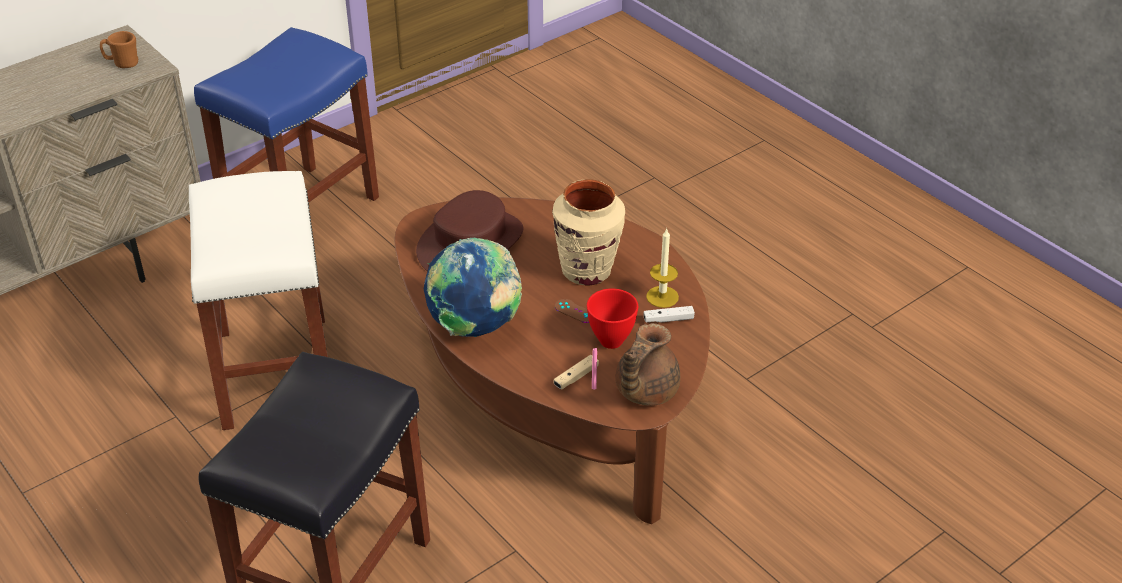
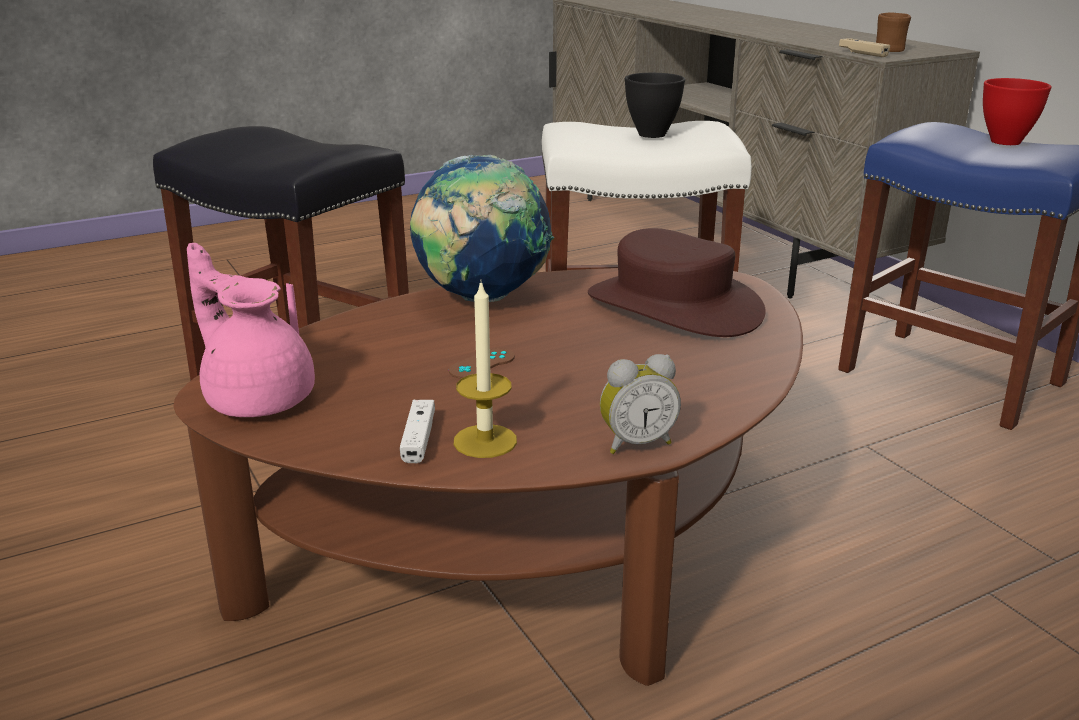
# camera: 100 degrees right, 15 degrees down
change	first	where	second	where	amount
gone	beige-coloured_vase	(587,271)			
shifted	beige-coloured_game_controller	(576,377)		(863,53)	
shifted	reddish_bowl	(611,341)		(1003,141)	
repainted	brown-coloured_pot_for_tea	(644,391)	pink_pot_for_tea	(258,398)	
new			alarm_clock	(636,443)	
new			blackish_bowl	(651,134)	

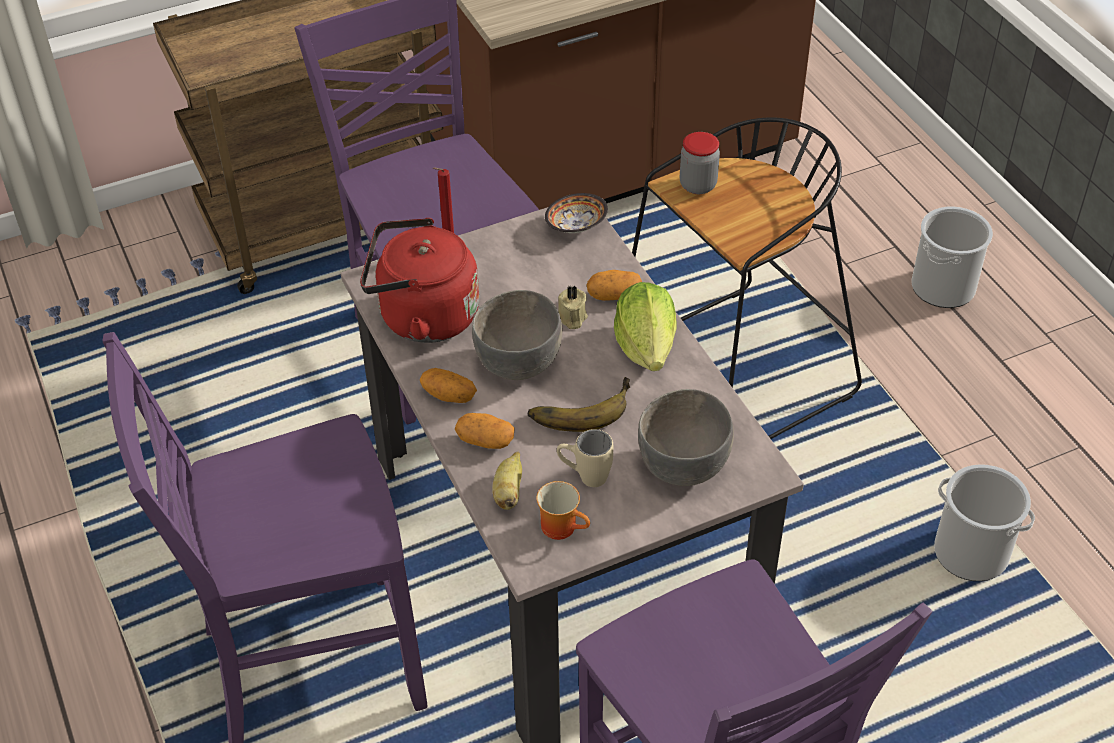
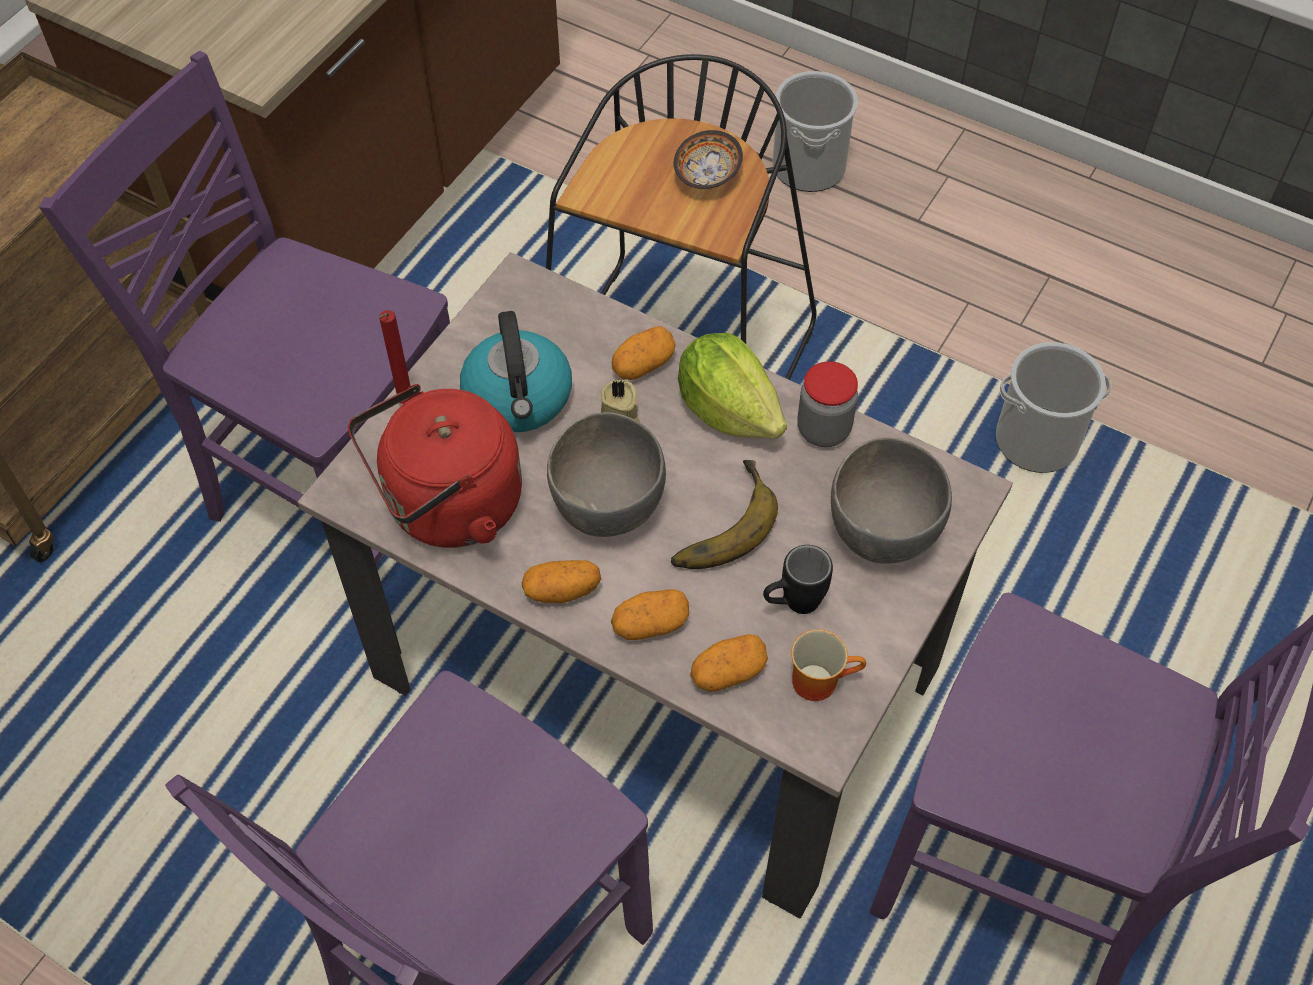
# camera: 35 degrees left, 10 degrees up
change	first	where	second	where	amount
swapped	banana	(508,492)	potato	(728,672)	
shifted	bowl	(578,226)		(709,174)	
repainted	beige-coloured_mug	(584,476)	blackish_mug	(792,604)	
shifted	storage_jar	(698,185)		(823,429)	
new			tea_kettle	(519,398)	

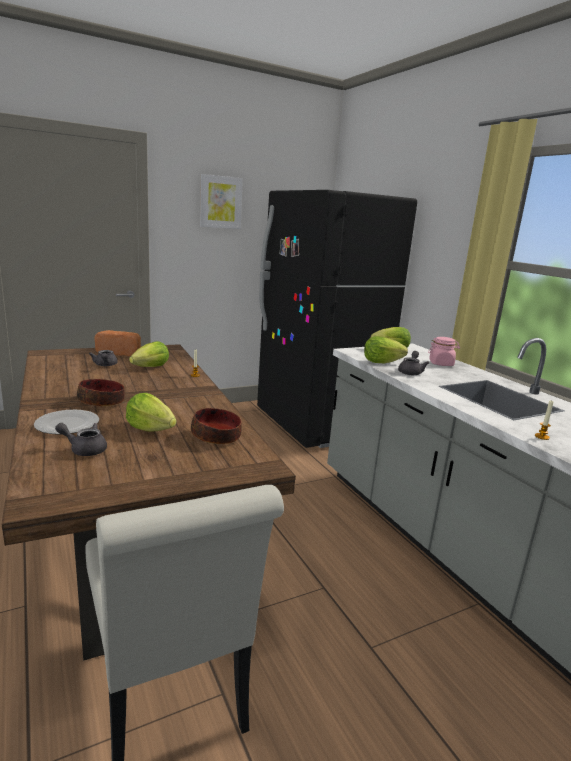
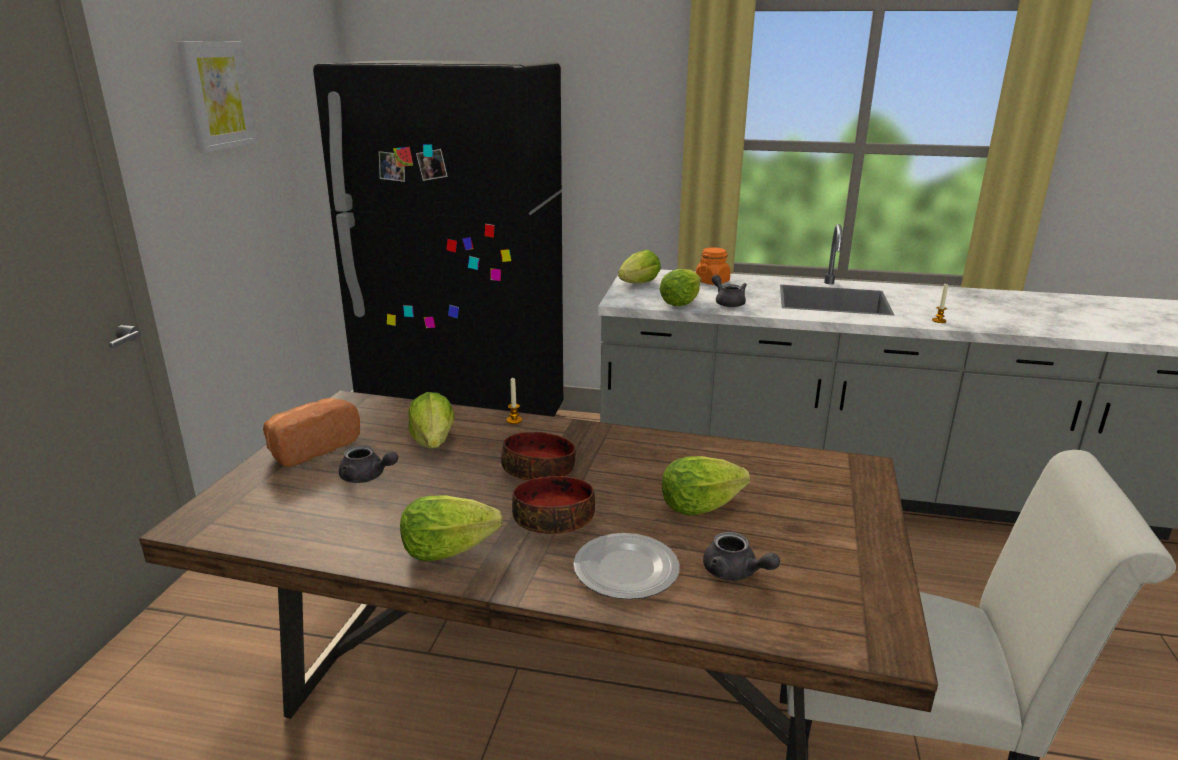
# camera: 50 degrees left, 5 degrees up
change	first	where	second	where	amount
rotated	gray_pot_for_tea	(84,449)		(735,573)	90 degrees counterclockwise
shifted	bowl	(216,437)		(539,471)	
repainted	pink_storage_jar	(441,364)	orangey_storage_jar	(712,282)	
new			head_of_lettuce	(447,550)	

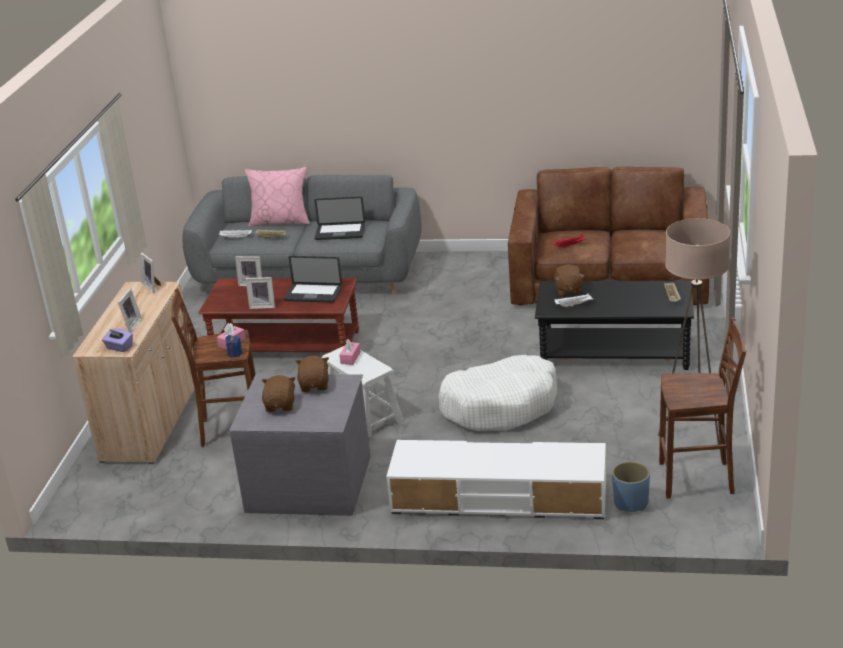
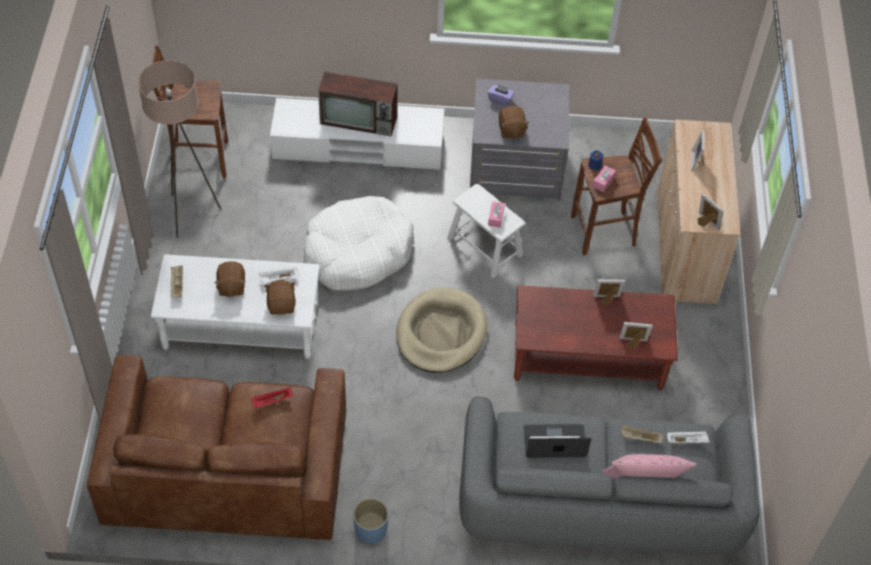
# camera: 170 degrees right, 25 degrees up
change	first	where	second	where	amount
shifted	purple_tissue_holder	(119,347)		(500,99)	
shifted	brown-coloured_cuddly_toy	(281,405)		(231,286)	
gone	notebook_computer	(313,294)			
repainted	blackish_low_table	(615,353)	white-coloured_low_table	(240,326)	
shifted	blue_plant_pot	(631,503)		(370,530)	
new			TV_set	(360,120)	
new			beige-coloured_dog_bed	(440,333)	

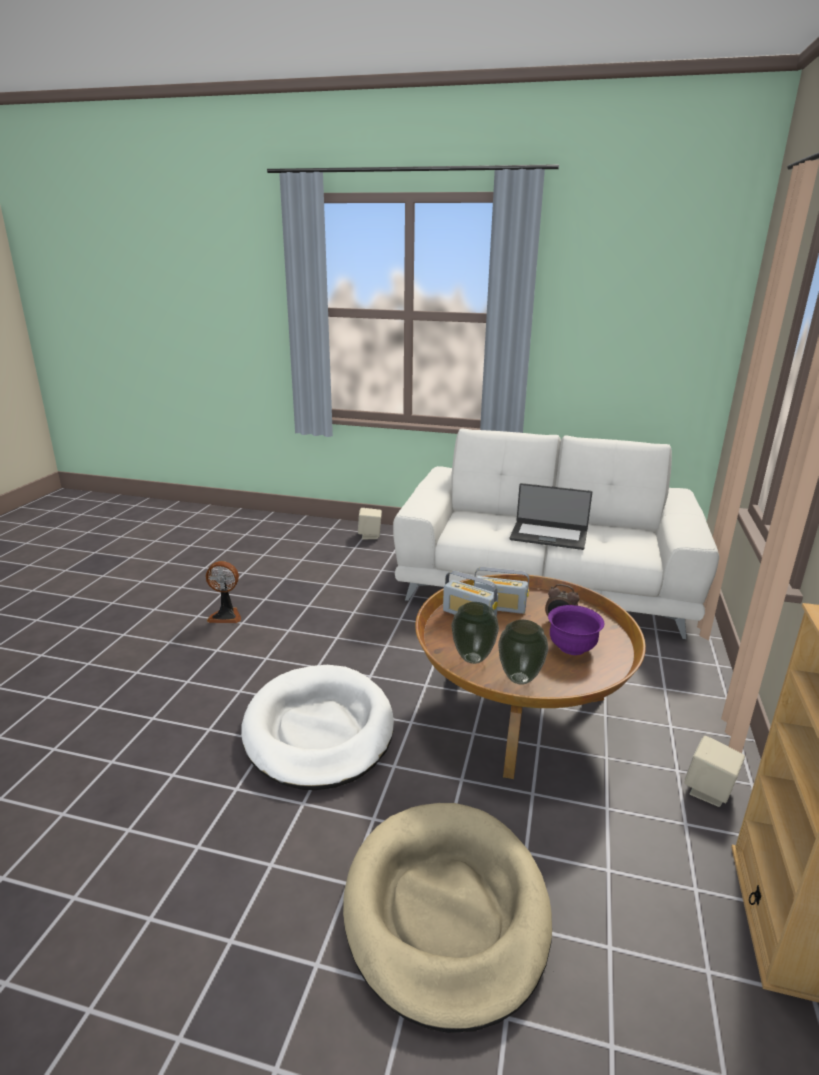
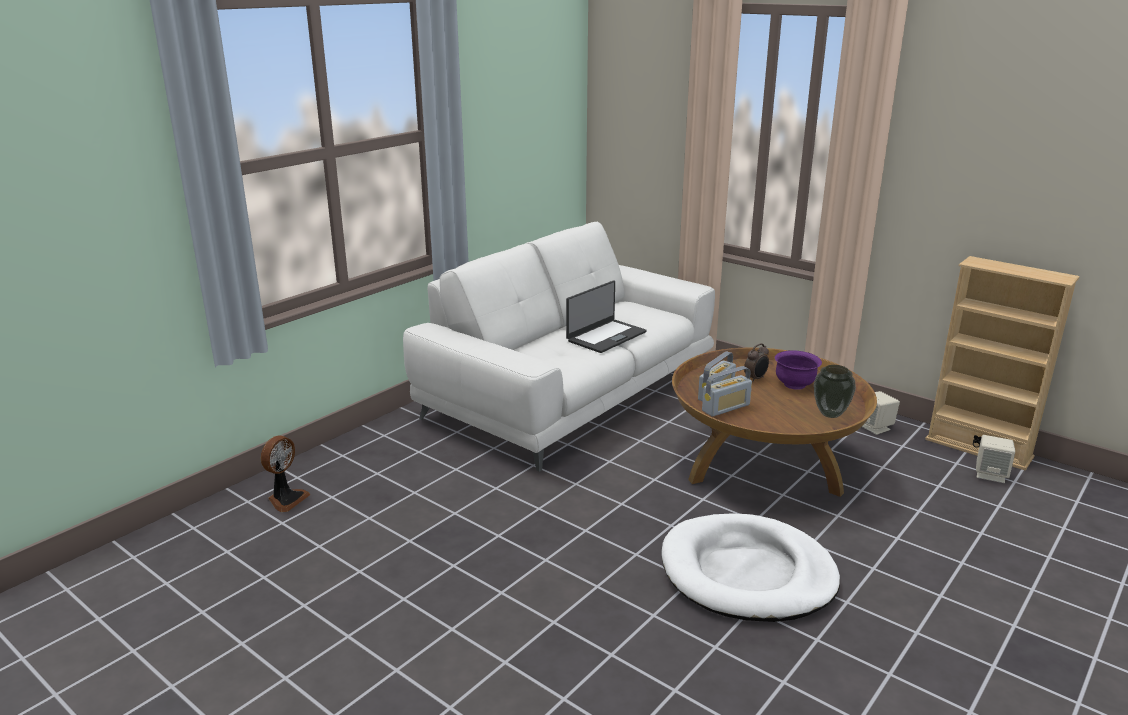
# camera: 65 degrees left, 0 degrees up
change	first	where	second	where	amount
shifted	fan	(226,616)		(286,499)	
gone	beige-coloured_dog_bed	(446,912)			
shifted	beige-coloured_loudspeaker	(370,535)		(991,475)	
gone	vase	(472,658)			

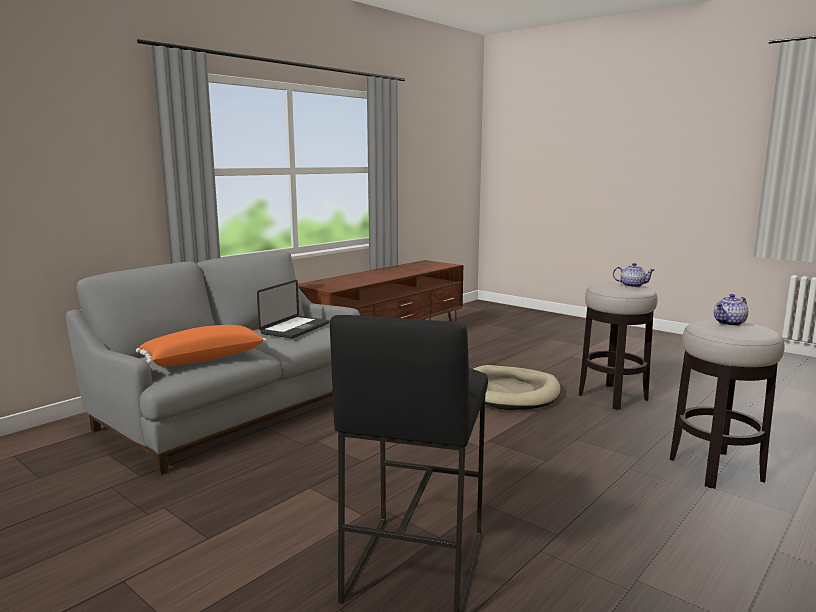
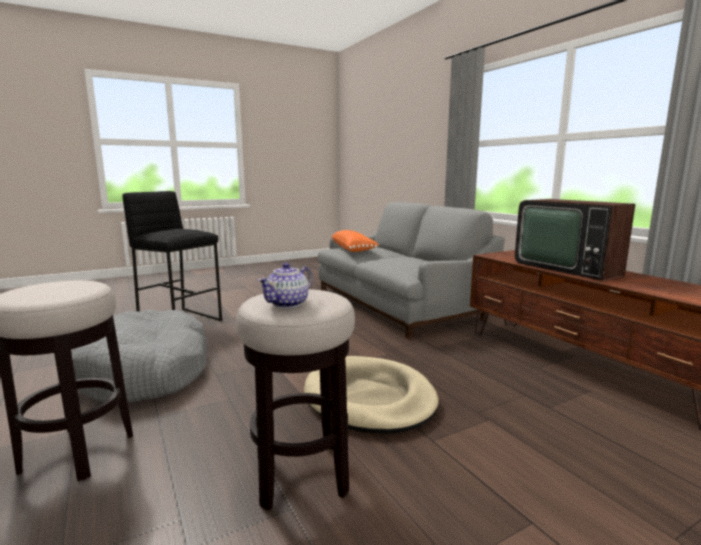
# camera: 110 degrees right, 0 degrees up
change	first	where	second	where	amount
gone	notebook_computer	(295,328)			
gone	pot_for_tea	(730,323)			
new			gray_dog_bed	(147,372)	
new			TV_set	(568,267)	

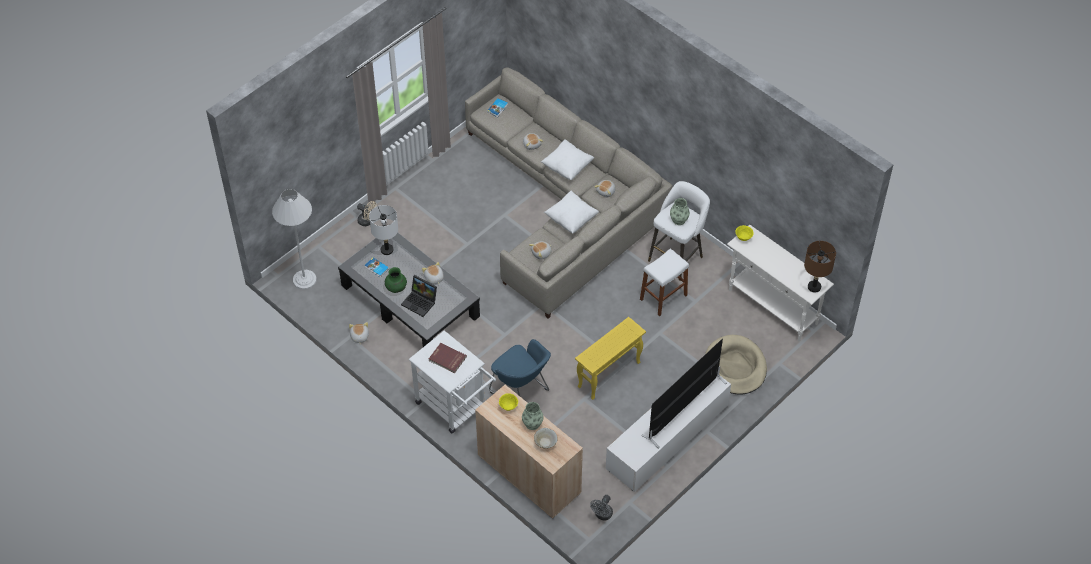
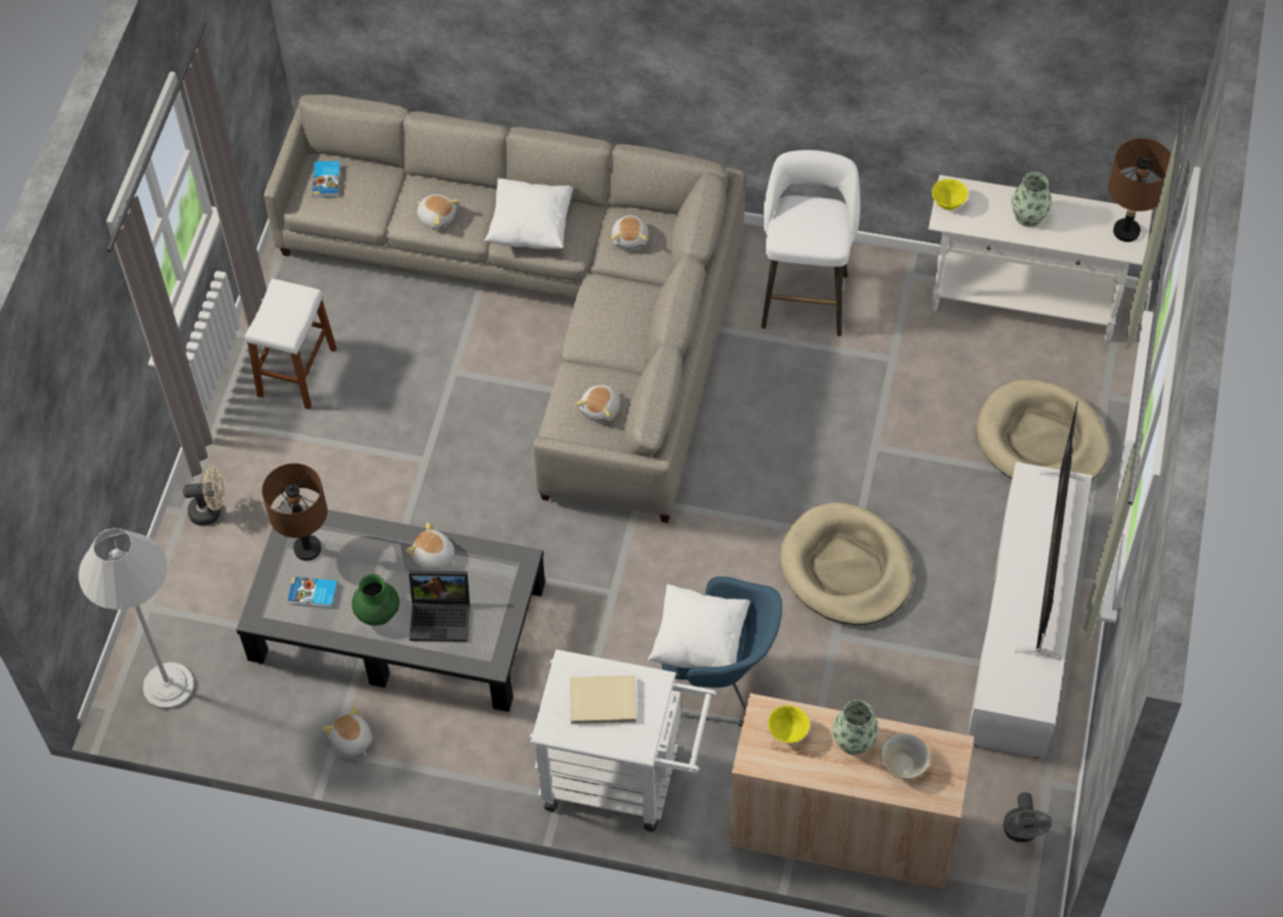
# camera: 30 degrees left, 5 degrees up
change	first	where	second	where	amount
repainted	white-coloured_lamp_for_a_table	(386,250)	brown-coloured_lamp_for_a_table	(307,549)	
repainted	reddish_bound_book	(447,359)	beige-coloured_bound_book	(603,702)	
shifted	white-coloured_pillow	(571,219)		(699,642)	
swapped	yellowish_side_table	(609,375)	beige-coloured_dog_bed	(846,568)	
shifted	white-coloured_stool	(663,297)		(297,372)	
shifted	vase	(679,220)		(1029,216)	

